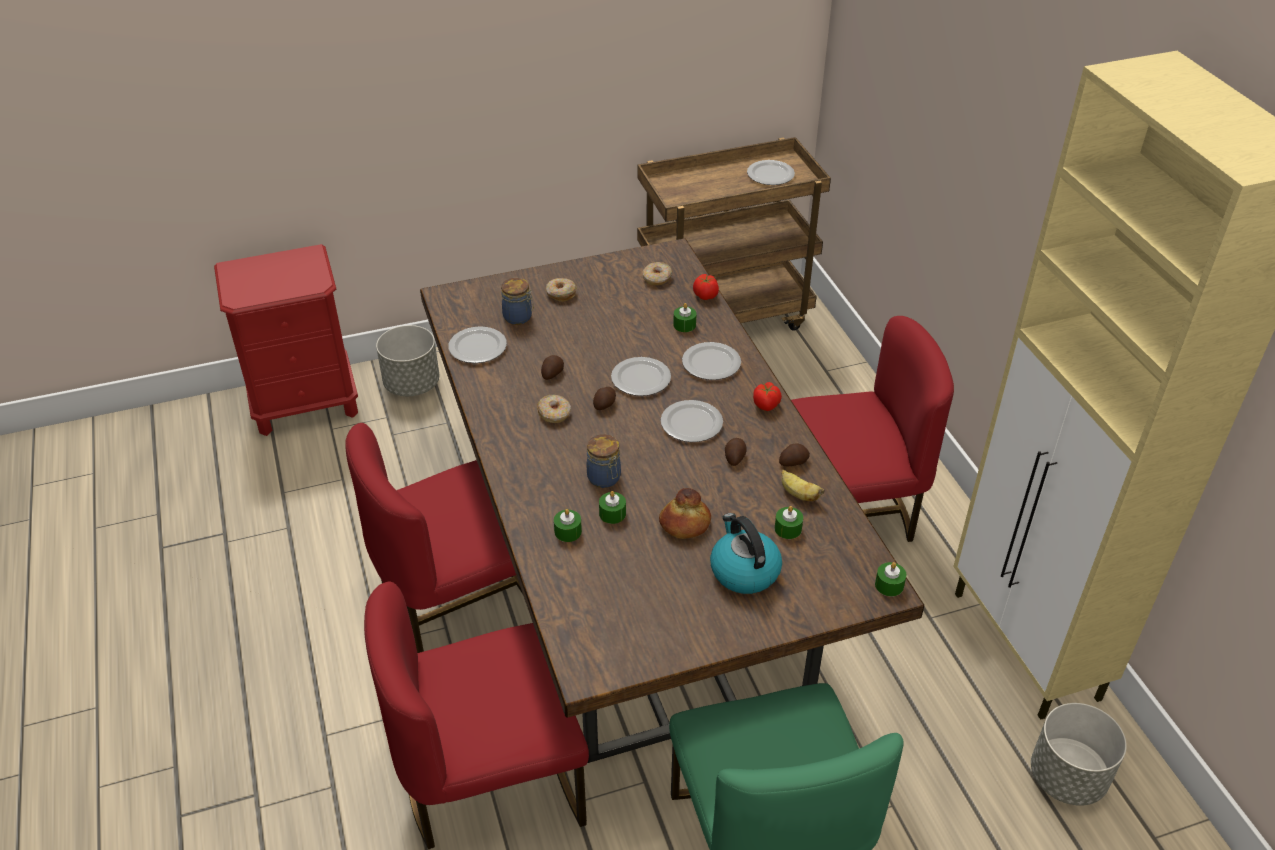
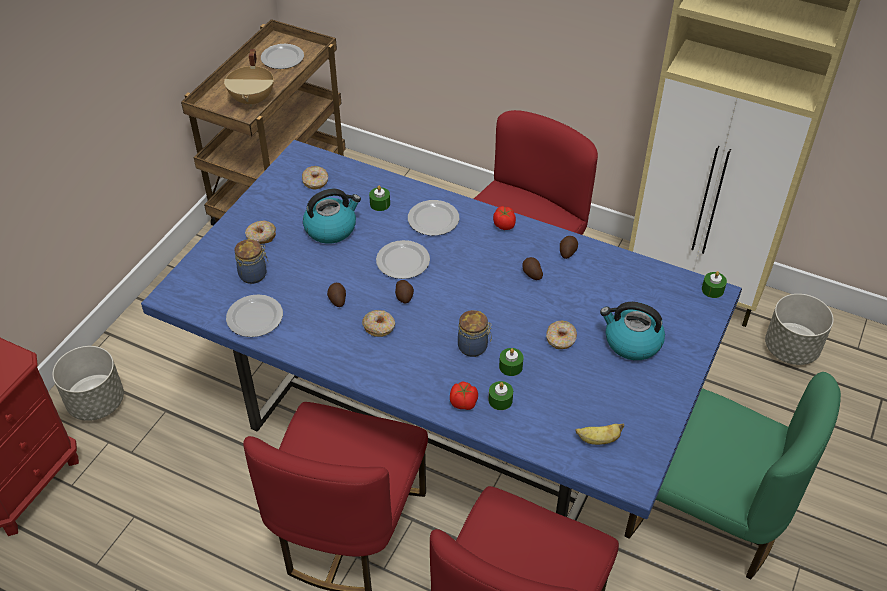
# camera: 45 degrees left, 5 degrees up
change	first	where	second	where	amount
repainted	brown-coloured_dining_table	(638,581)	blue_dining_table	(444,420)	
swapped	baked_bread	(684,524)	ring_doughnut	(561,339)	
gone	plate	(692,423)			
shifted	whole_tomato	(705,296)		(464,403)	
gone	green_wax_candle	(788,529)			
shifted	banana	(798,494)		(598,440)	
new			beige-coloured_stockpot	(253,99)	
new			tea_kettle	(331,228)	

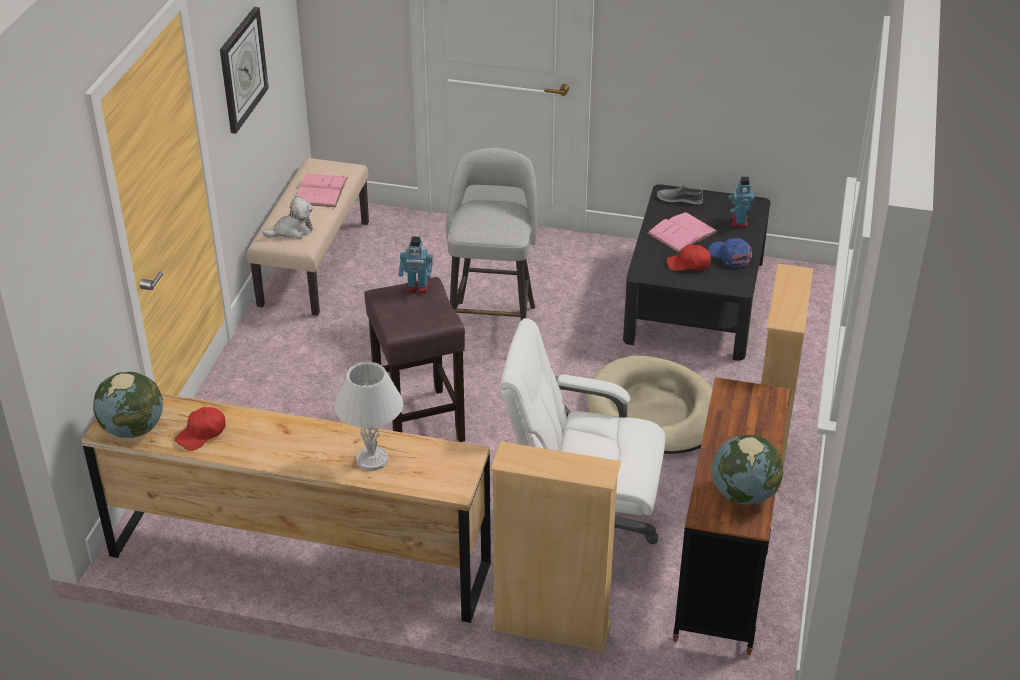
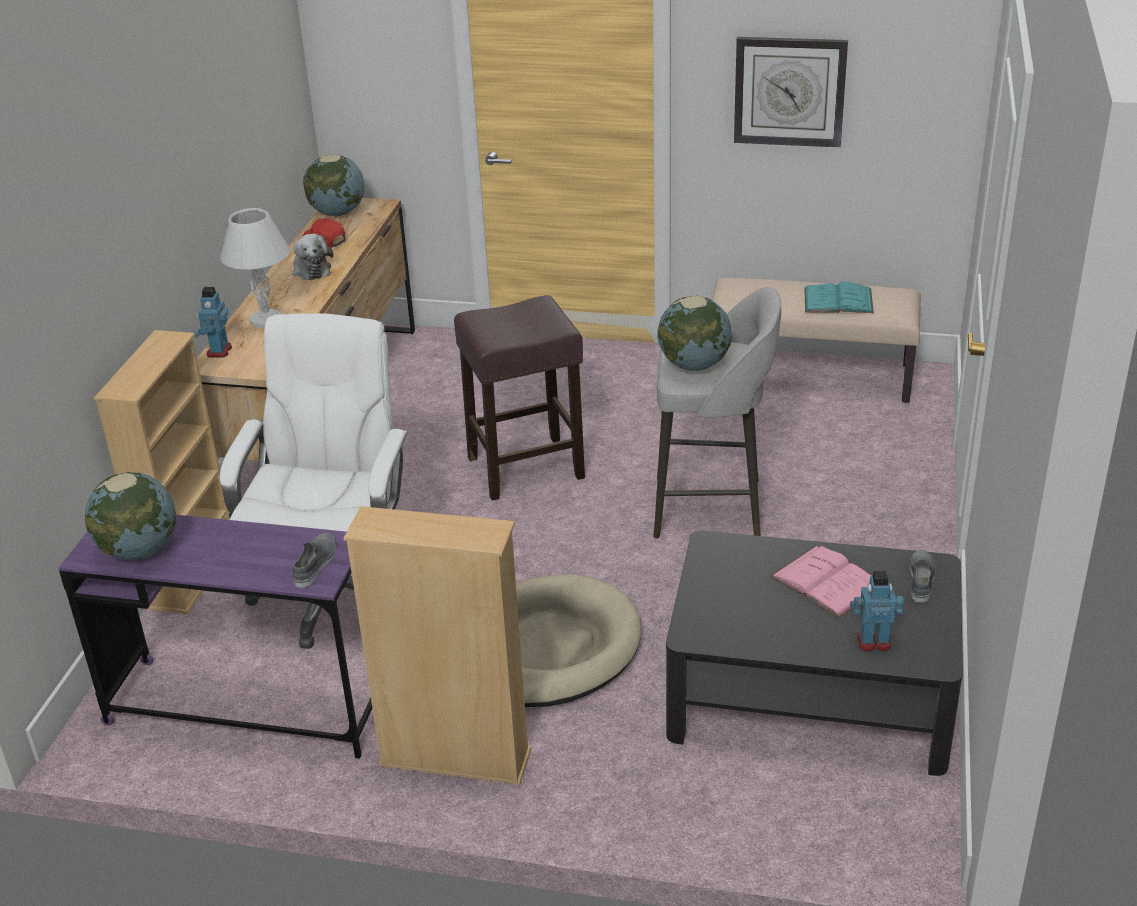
# camera: 90 degrees right, 5 degrees down
change	first	where	second	where	amount
shifted	cuddly_toy	(292,231)		(311,269)	
repainted	pink_bound_book	(321,190)	blue-green_bound_book	(838,300)	
shifted	model_robot	(417,288)		(218,351)	
gone	reddish_peaked_cap	(688,264)			
repainted	brown-coloured_desk_table	(725,568)	purple_desk_table	(248,708)	
gone	blue_peaked_cap	(730,256)			
new			gray_low_shoe	(316,564)	
new			globe	(694,365)	

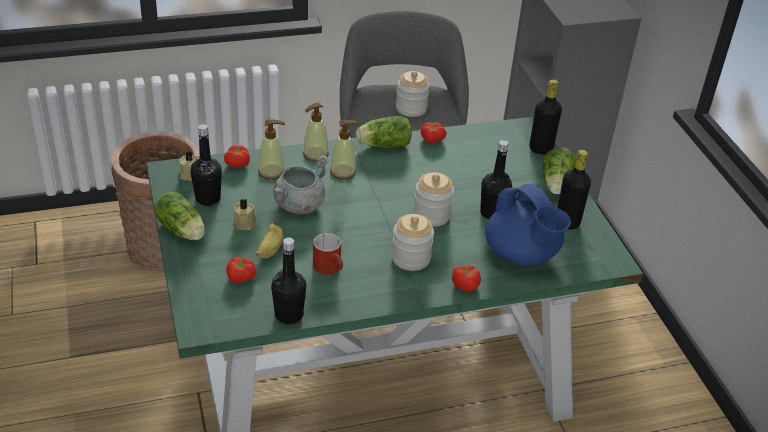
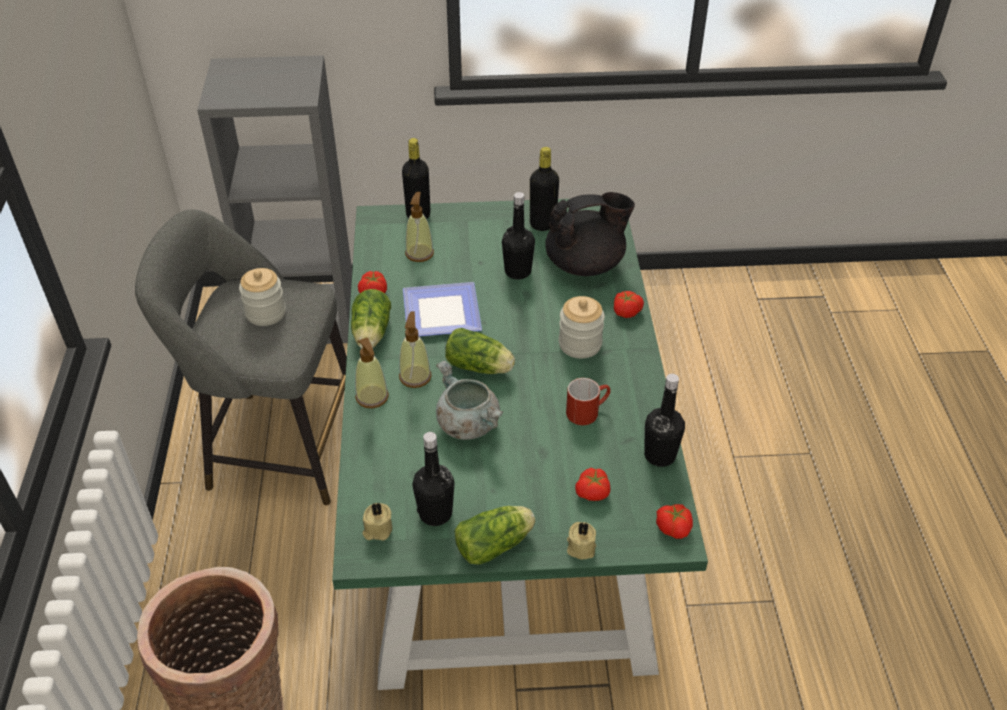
# camera: 75 degrees left, 5 degrees up
change	first	where	second	where	amount
shifted	whole_tomato	(238,164)		(674,527)	
shifted	beige-coloured_wax_candle	(245,223)		(580,547)	
gone	banana	(270,250)			
shifted	soap_bottle	(271,172)		(419,253)	
gone	storage_jar	(431,215)			
repainted	blue_pot_for_tea	(522,254)	blackish_pot_for_tea	(586,264)	
shifted	head_of_lettuce	(555,184)		(481,367)	
new			plate	(439,315)	

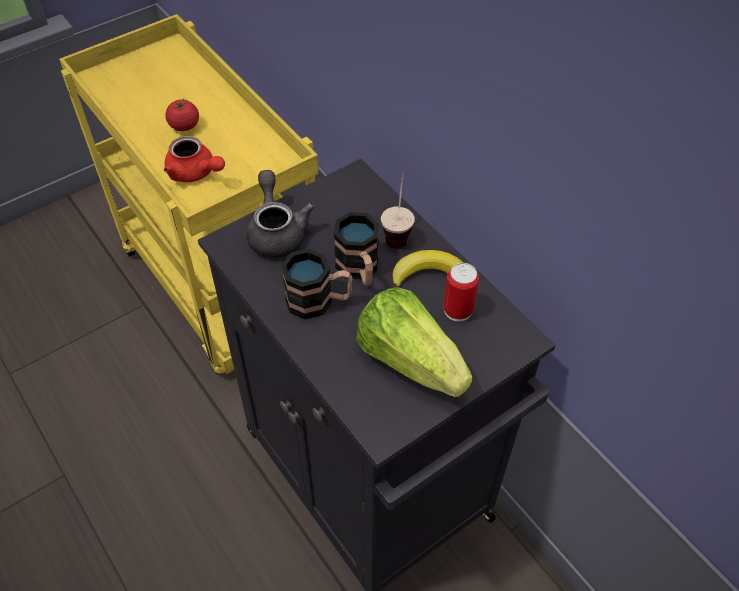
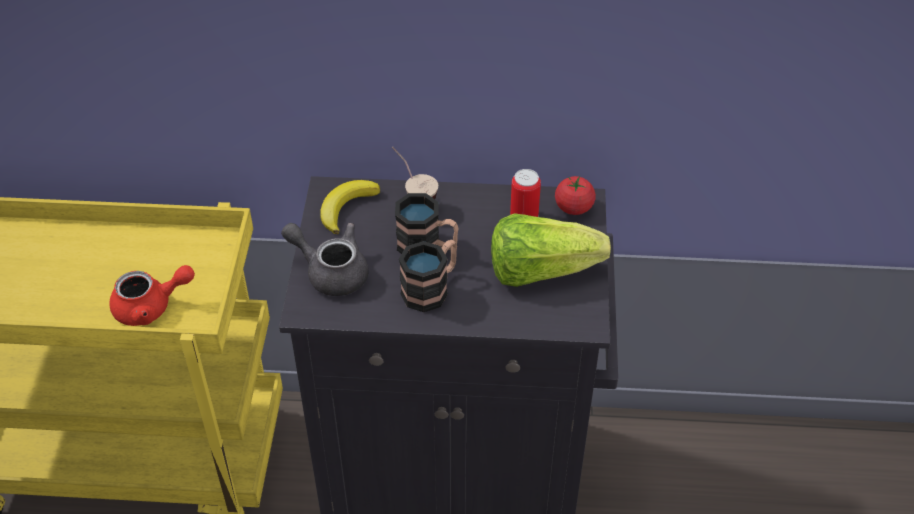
# camera: 50 degrees left, 5 degrees down
change	first	where	second	where	amount
shifted	whole_tomato	(184,126)		(573,207)	
shifted	banana	(428,273)		(346,208)	

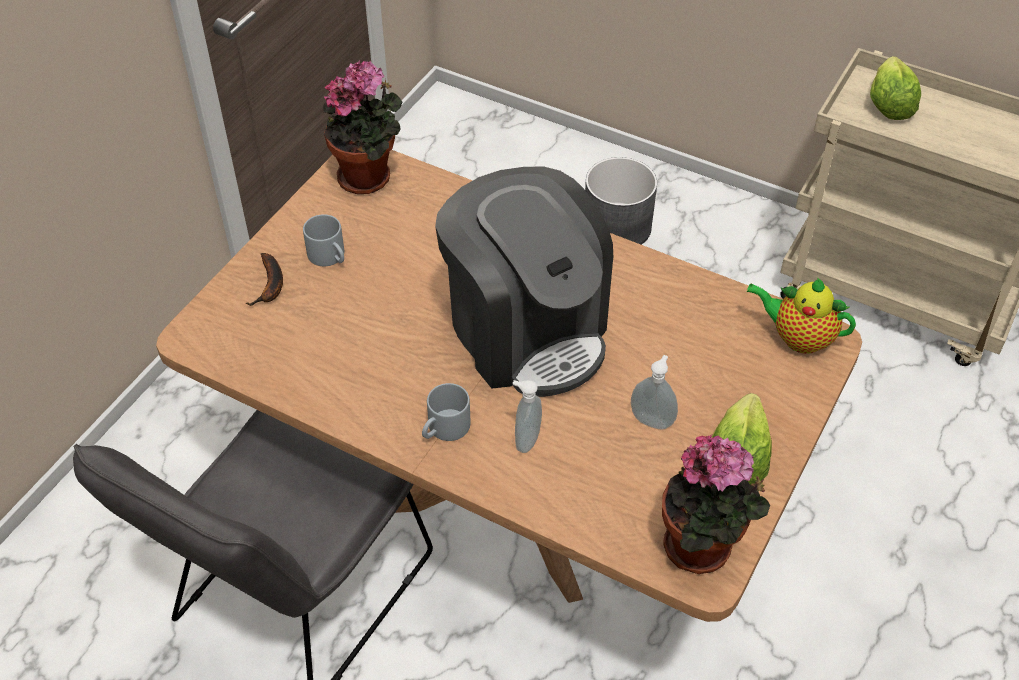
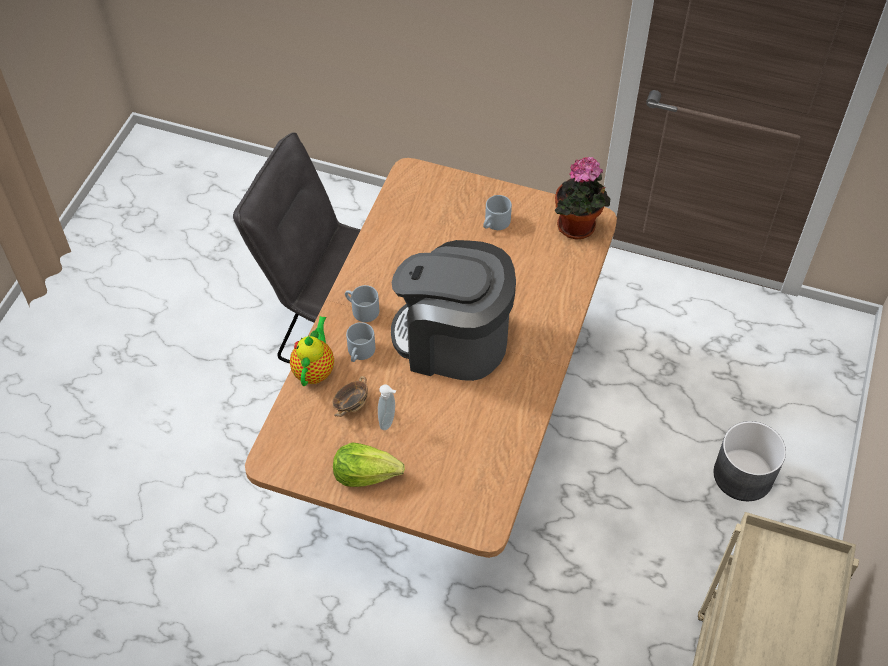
# camera: 80 degrees right, 5 degrees up
change	first	where	second	where	amount
gone	banana	(270,285)			
rotated	coffee_machine	(526,331)		(453,341)	60 degrees clockwise
swapped	soap_bottle	(525,440)	gray_mug	(360,353)	
gone	houseplant	(703,550)			
shifted	pot_for_tea	(798,338)		(314,369)	
gone	head_of_lettuce	(889,104)			
new			bowl	(351,404)	

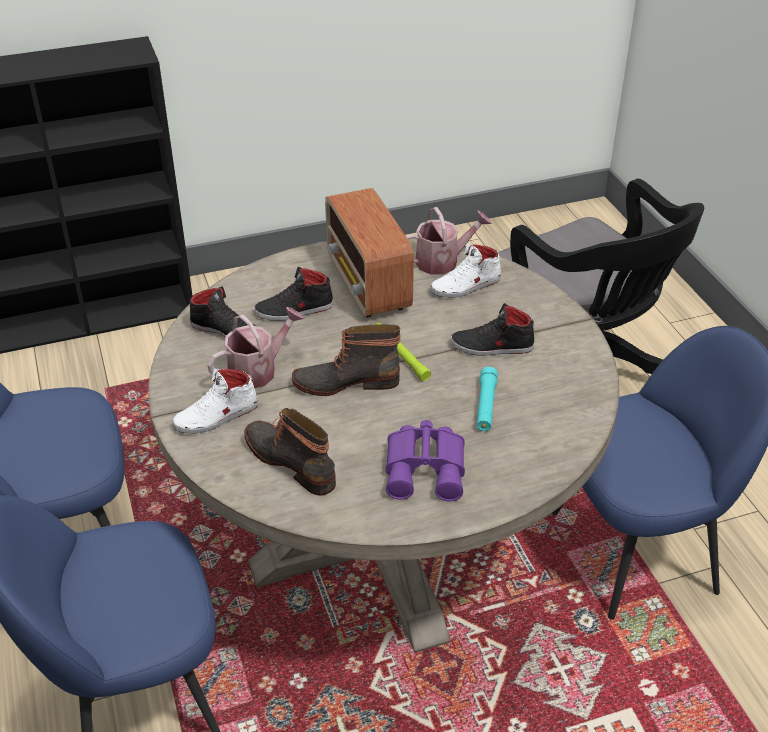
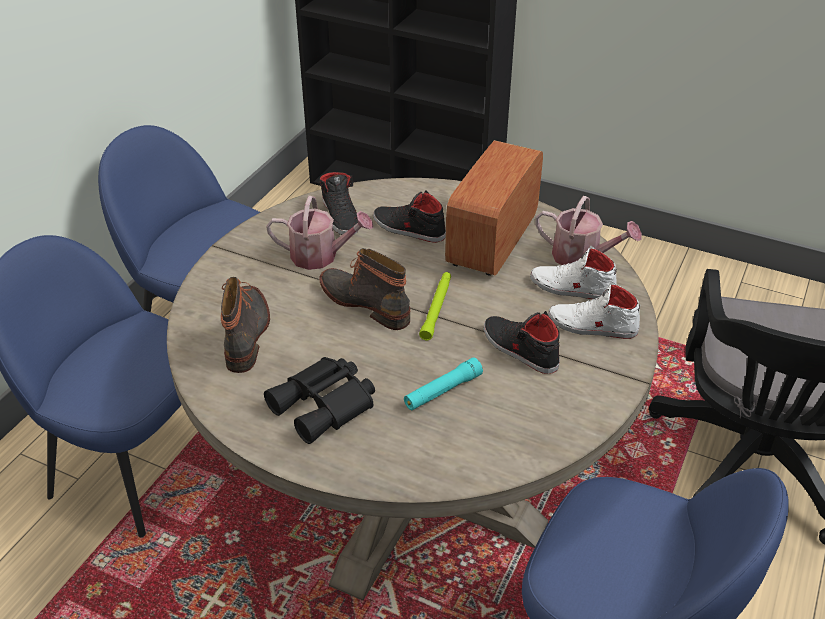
# camera: 45 degrees right, 0 degrees up
change	first	where	second	where	amount
shifted	white-coloured_low_shoe	(216,416)		(592,326)	
repainted	purple_field_glasses	(427,468)	blackish_field_glasses	(326,405)	

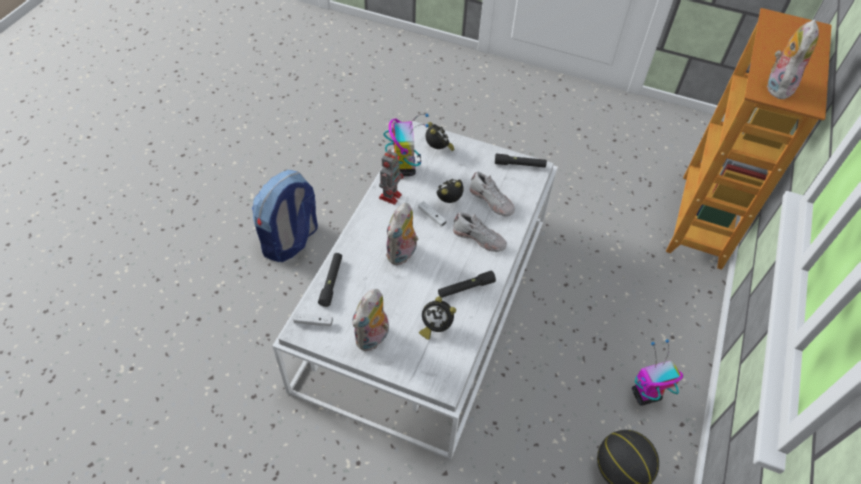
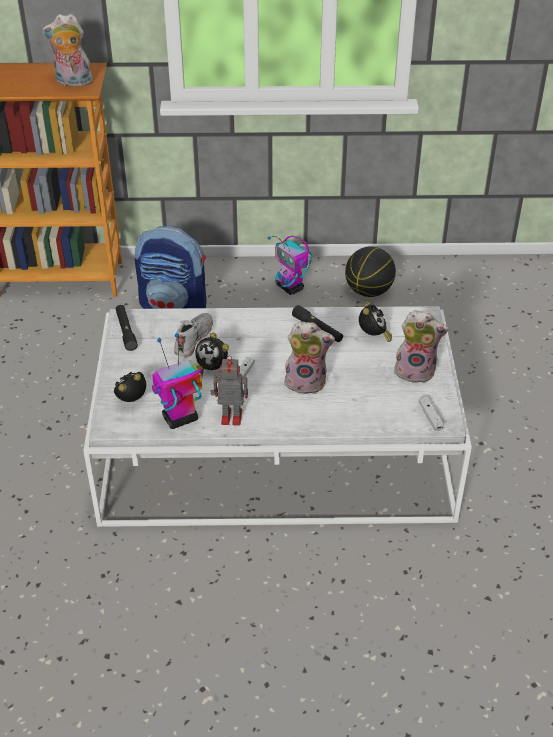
# camera: 110 degrees left, 10 degrees down
change	first	where	second	where	amount
shifted	knapsack	(290,241)		(175,306)	
gone	blackish_hand_torch	(331,282)			
gone	white-coloured_low_shoe	(479,238)			

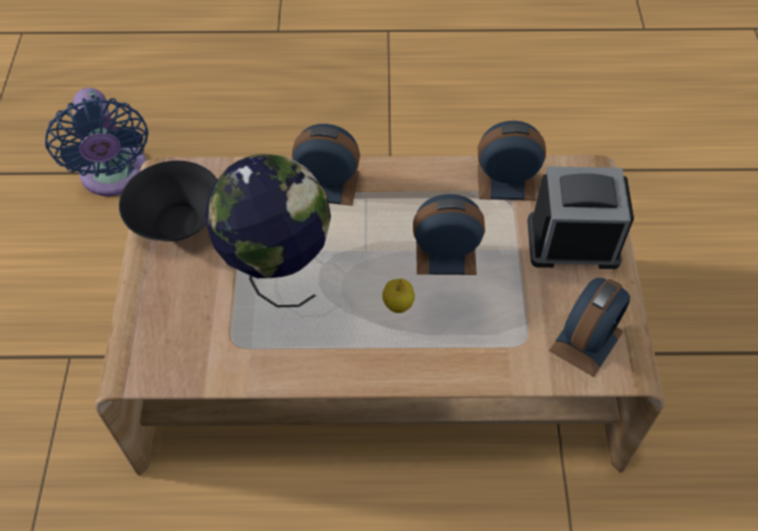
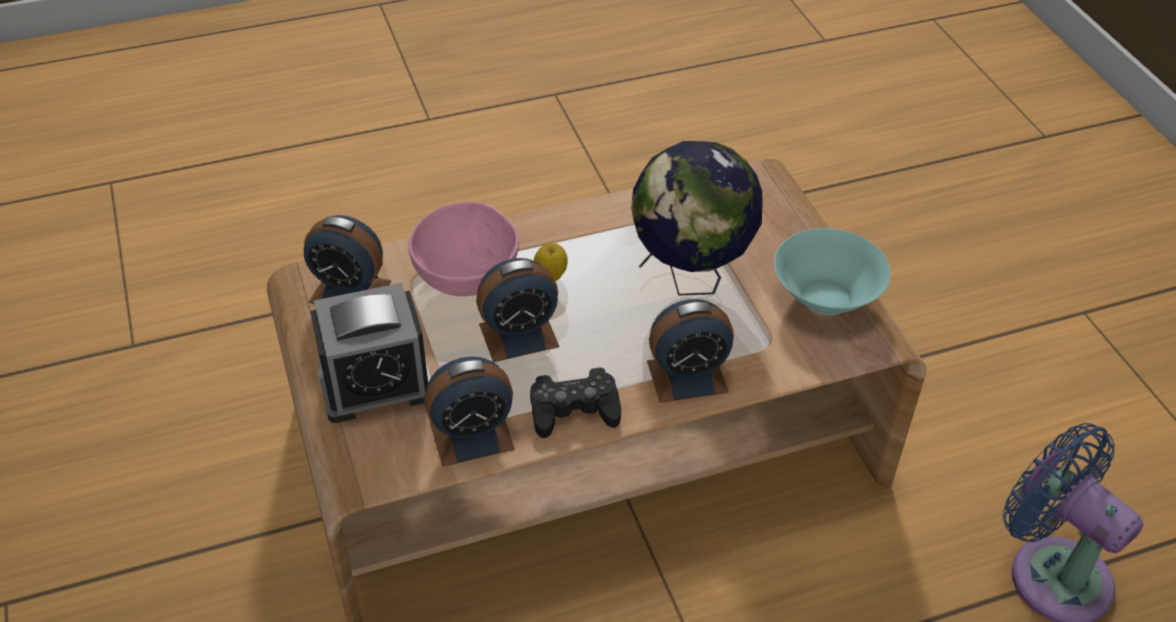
# camera: 160 degrees right, 10 degrees down
change	first	where	second	where	amount
repainted	blackish_bowl	(177,221)	blue-green_bowl	(826,298)	
rotated	alarm_clock	(586,341)		(350,291)	90 degrees counterclockwise
new			pink_bowl	(469,275)	
new			blackish_game_controller	(574,410)	

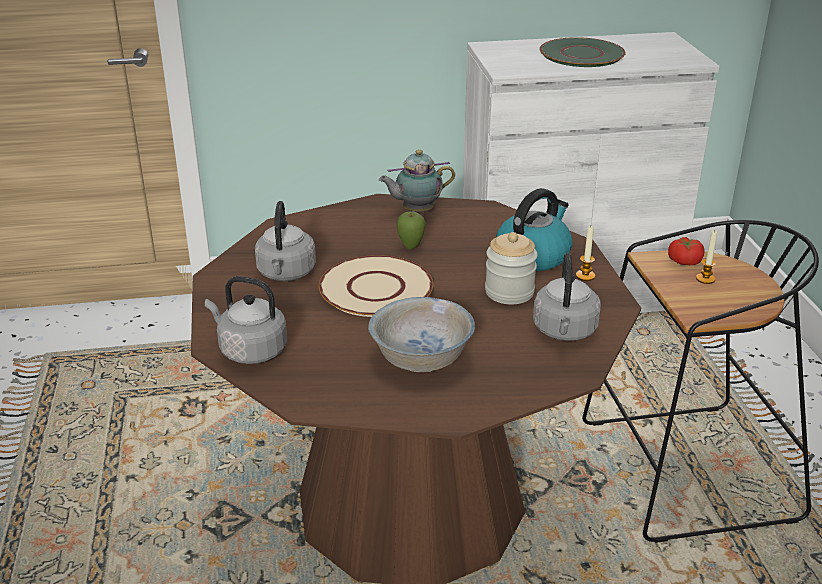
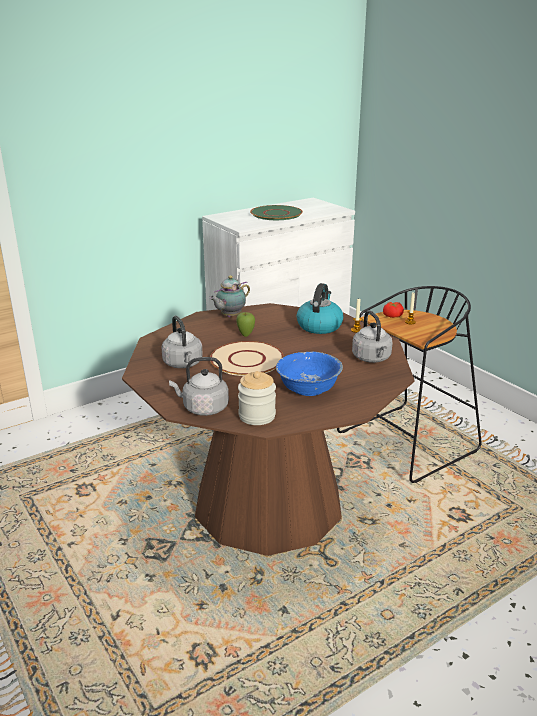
# camera: 25 degrees left, 5 degrees down
change	first	where	second	where	amount
repainted	white-coloured_bowl	(422,358)	blue_bowl	(309,388)	
shifted	storage_jar	(509,292)		(257,416)	

